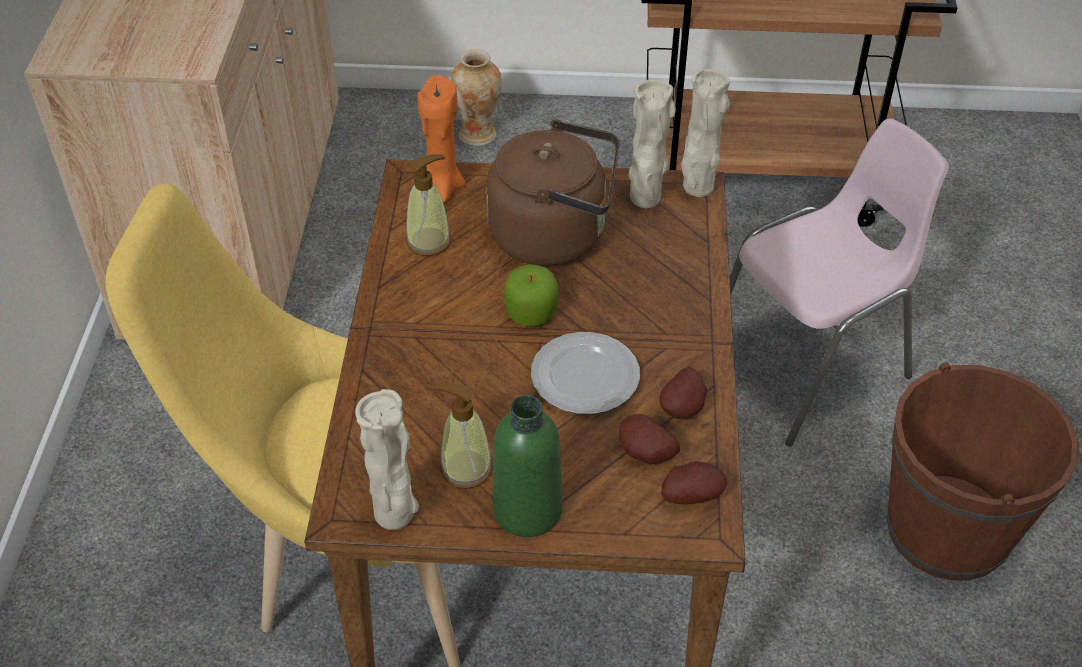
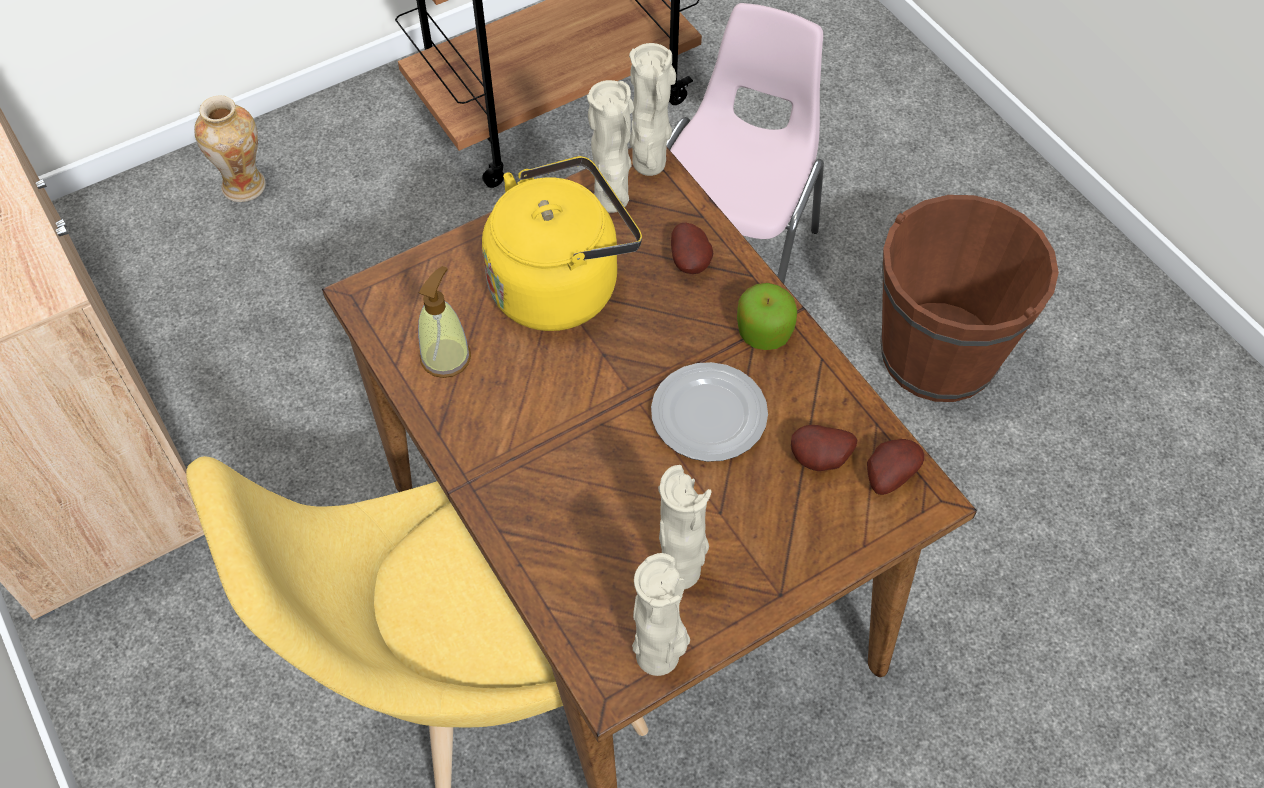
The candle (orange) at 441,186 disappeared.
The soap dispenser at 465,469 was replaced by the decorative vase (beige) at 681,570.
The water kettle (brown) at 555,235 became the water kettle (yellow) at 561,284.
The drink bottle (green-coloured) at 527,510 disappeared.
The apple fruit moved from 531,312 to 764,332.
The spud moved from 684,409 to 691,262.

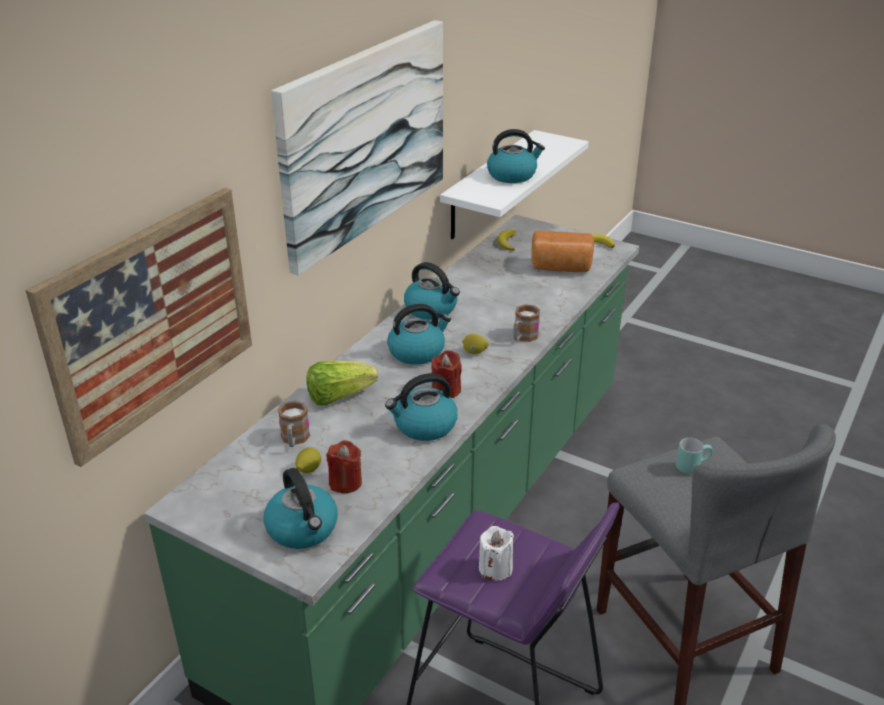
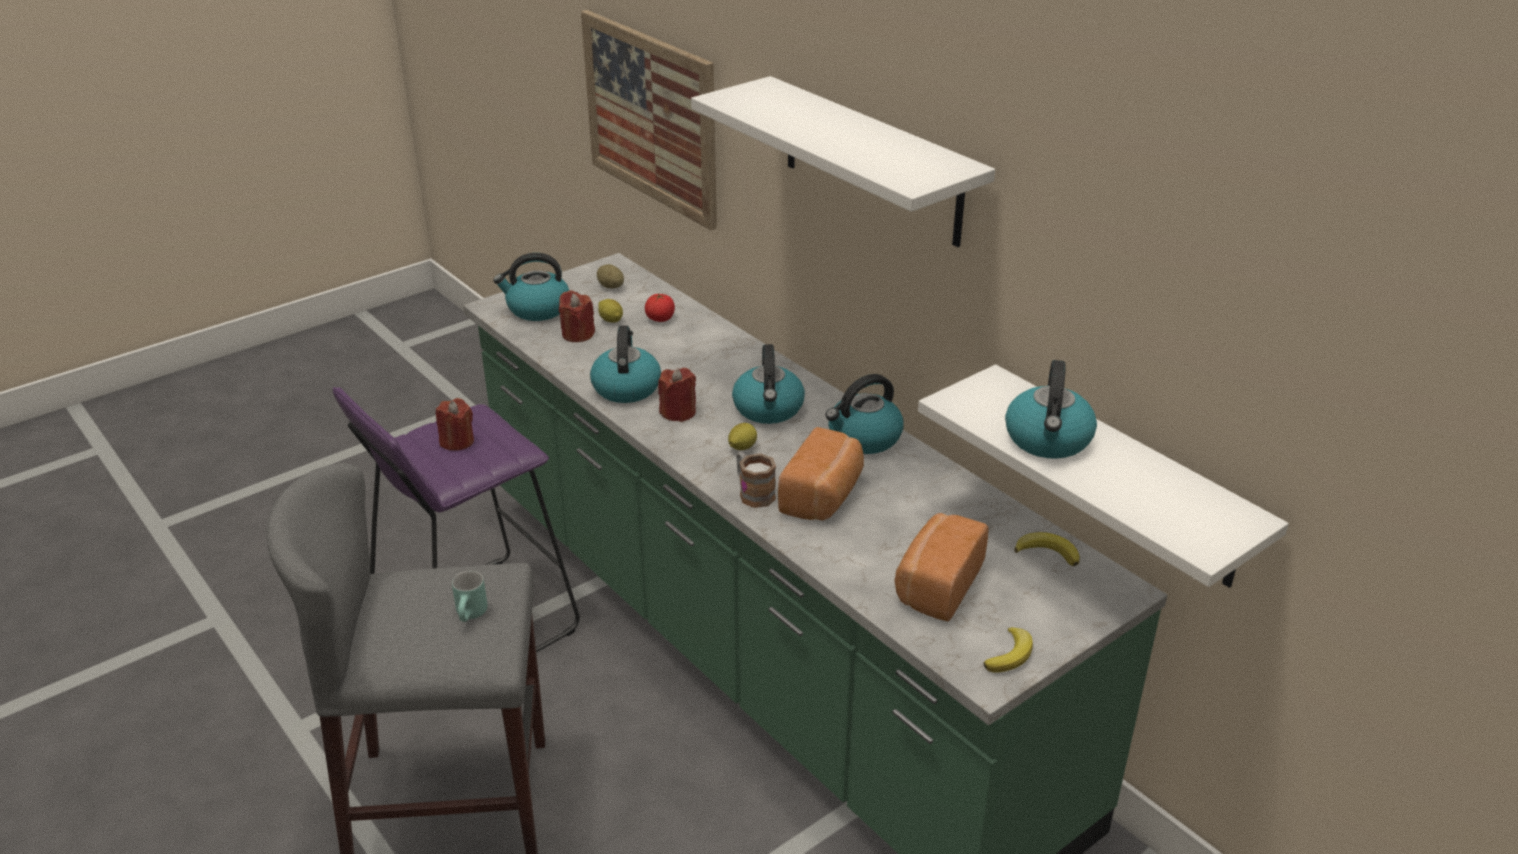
The wall picture at 365,140 was replaced by the wall shelf (white) at 871,161.
The coffee mug at 294,440 was replaced by the fresh tomato at 660,319.
The head of lettuce at 338,396 disappeared.
The candle (white) at 495,568 became the candle (red) at 457,441.
The spud at 611,287 appeared.
The bread at 823,496 appeared.

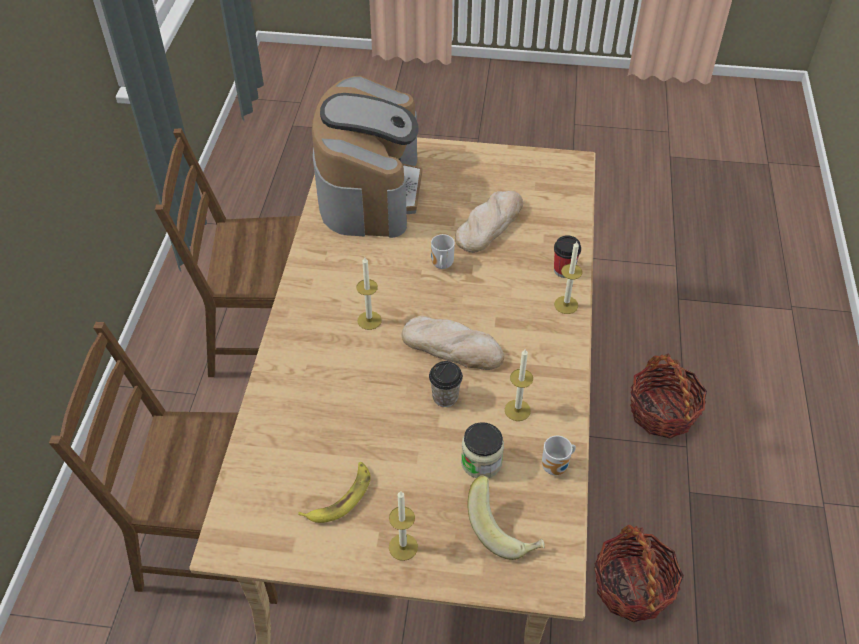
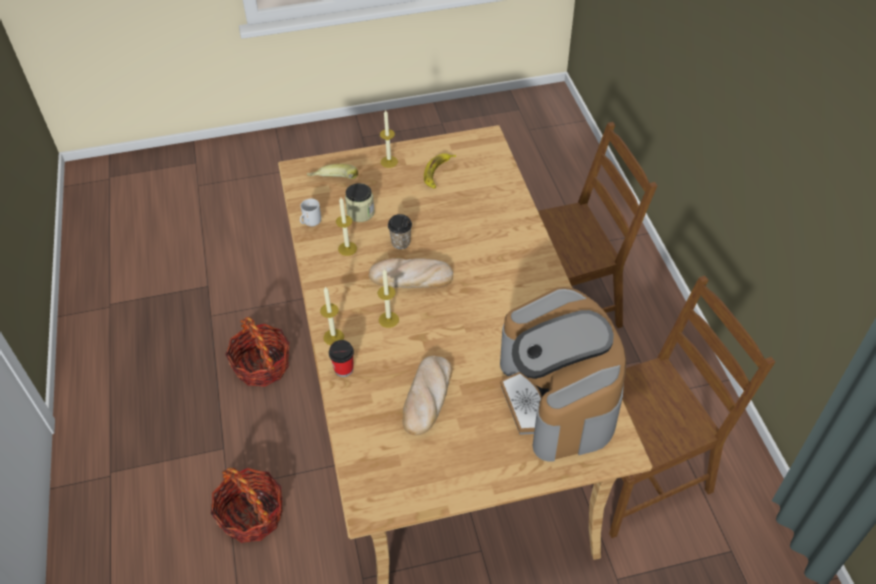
The candle moved from 369,320 to 388,319.
The coffee mug at 441,265 disappeared.

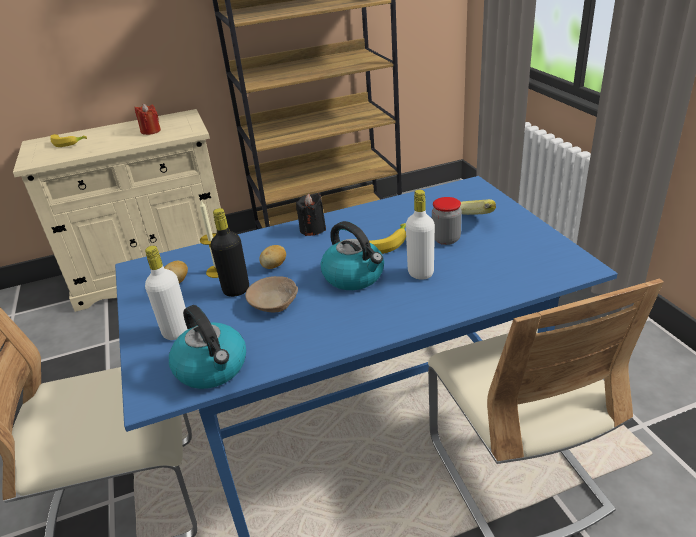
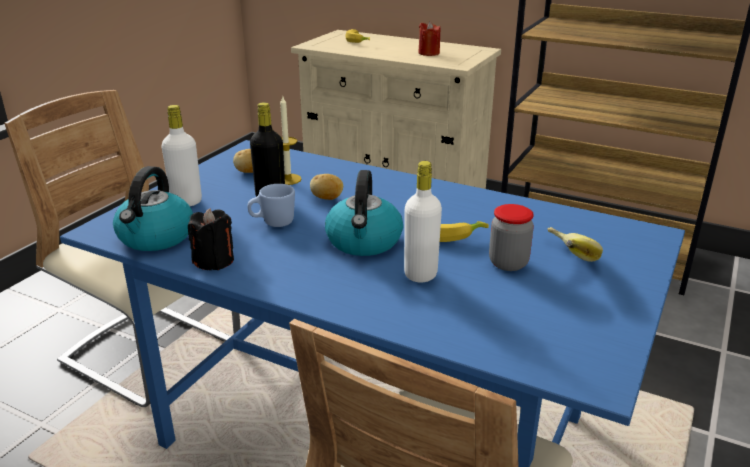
The serving bowl (beige) at 274,303 was replaced by the coffee mug (blue-coloured) at 273,223.
The candle (black-coloured) moved from 312,229 to 214,261.

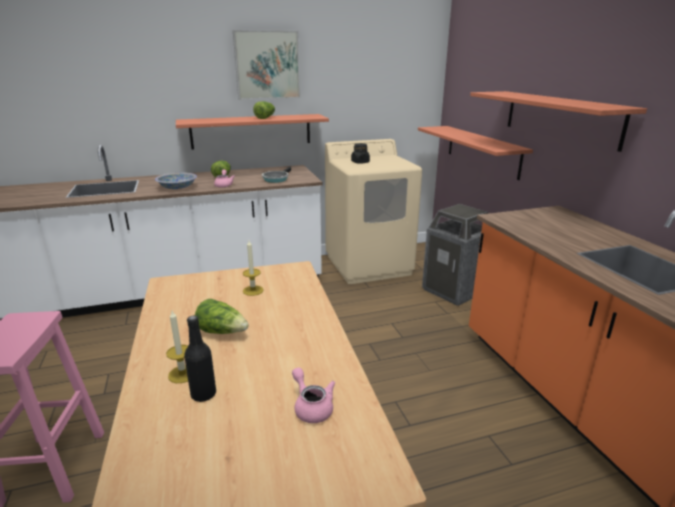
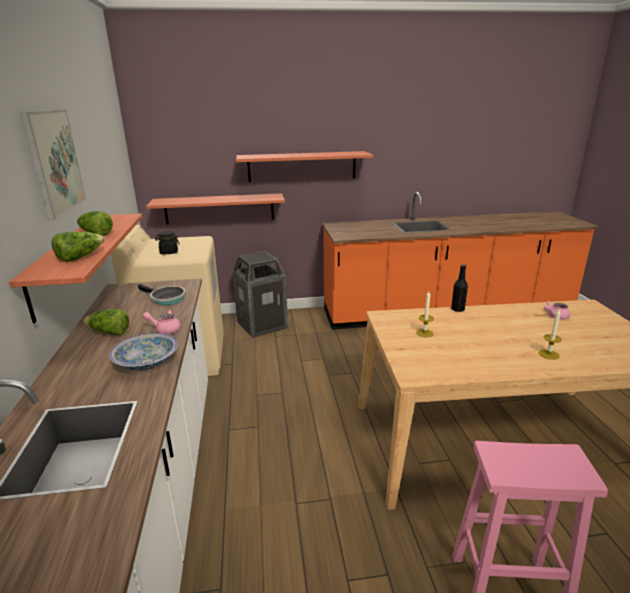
The drink bottle (black-coloured) moved from 203,394 to 457,309.
The head of lettuce moved from 222,331 to 80,257.

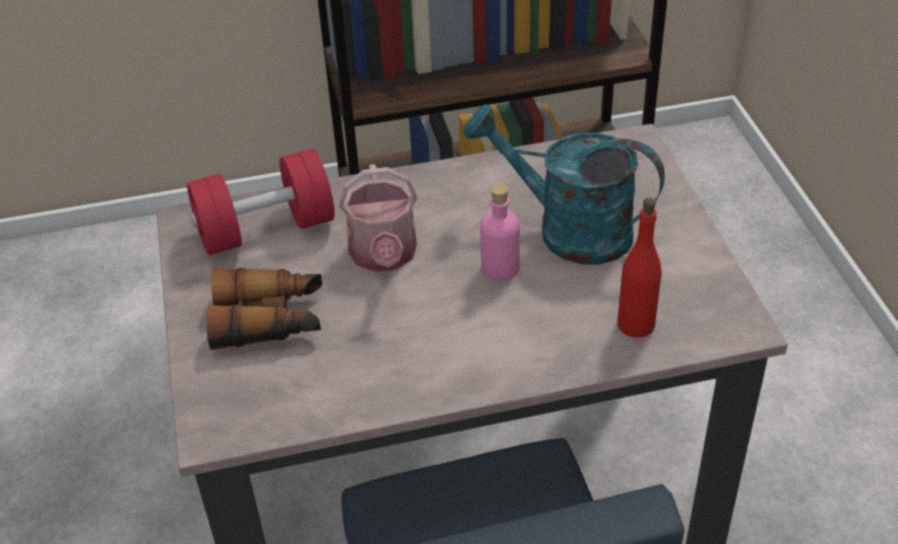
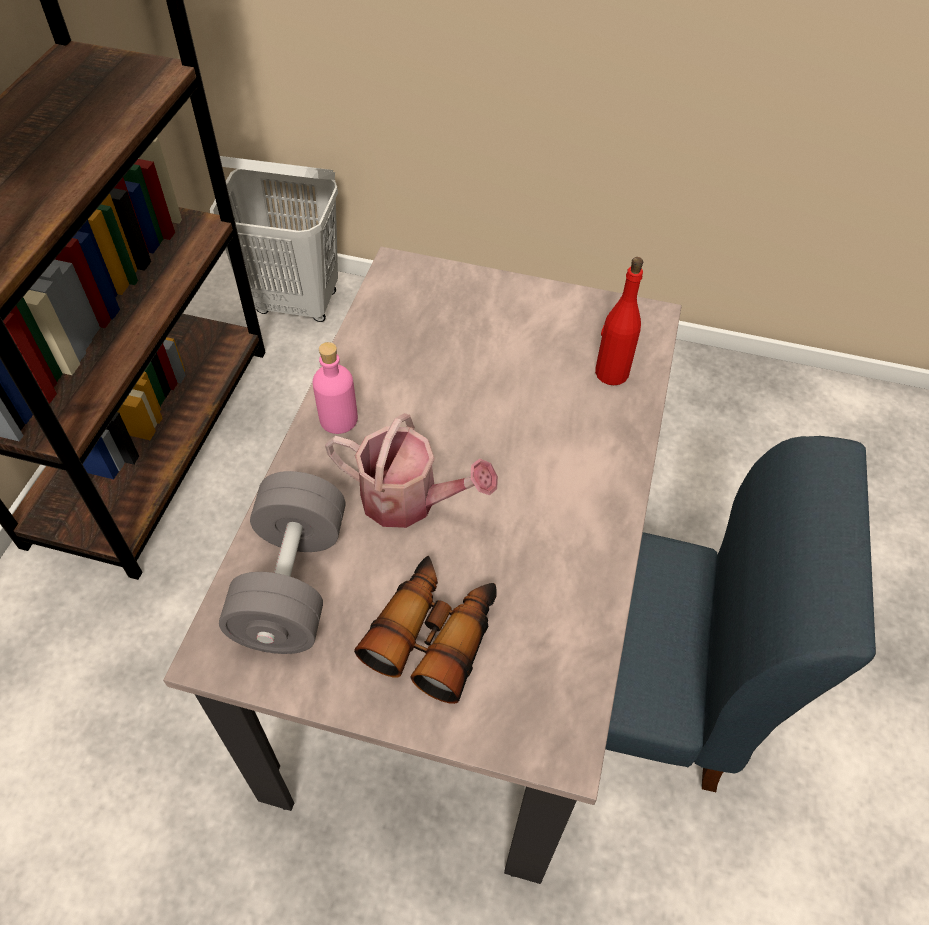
The free weight (red) at 266,229 became the free weight (gray) at 292,583.
The watering can (turquoise-coloured) at 568,230 disappeared.
The drink bottle (pinkish) moved from 500,268 to 338,419.
The washing basket (white) at 295,303 appeared.

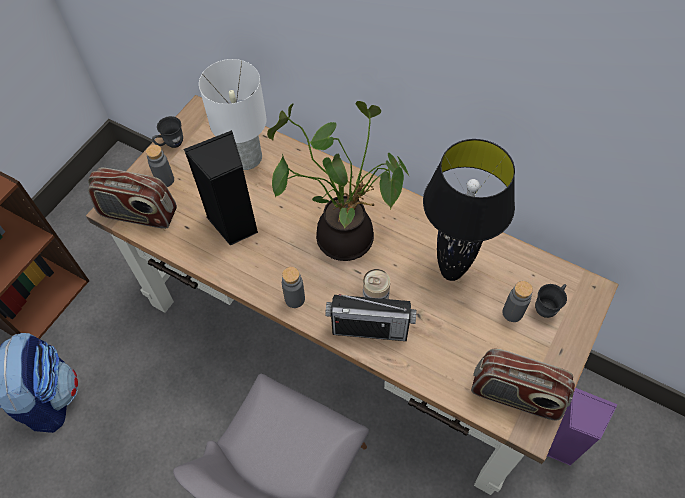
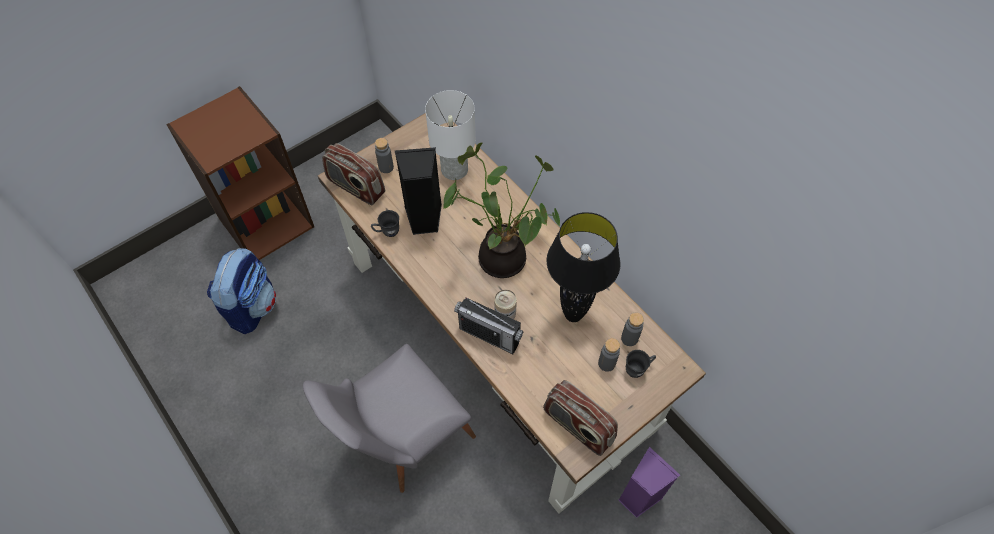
The coffee mug (gray) moved from 171,144 to 387,232.
The drink bottle (gray) moved from 295,299 to 629,338.

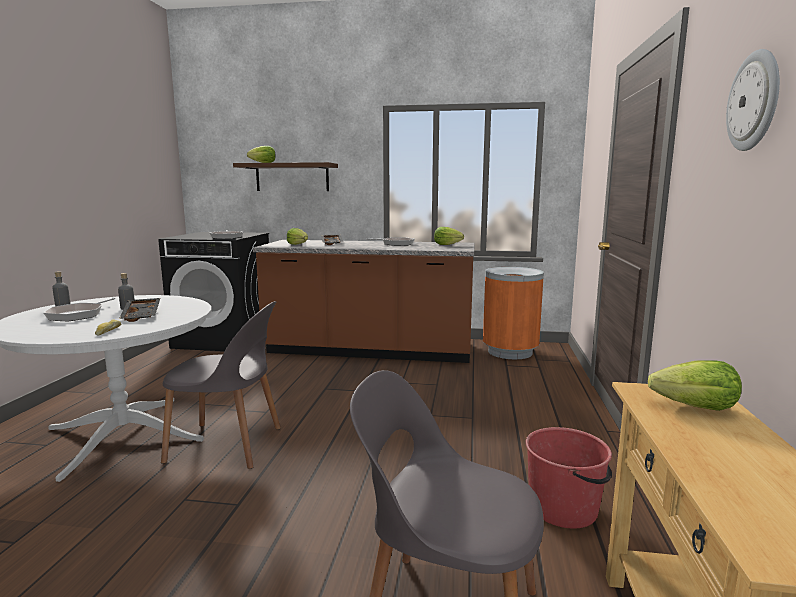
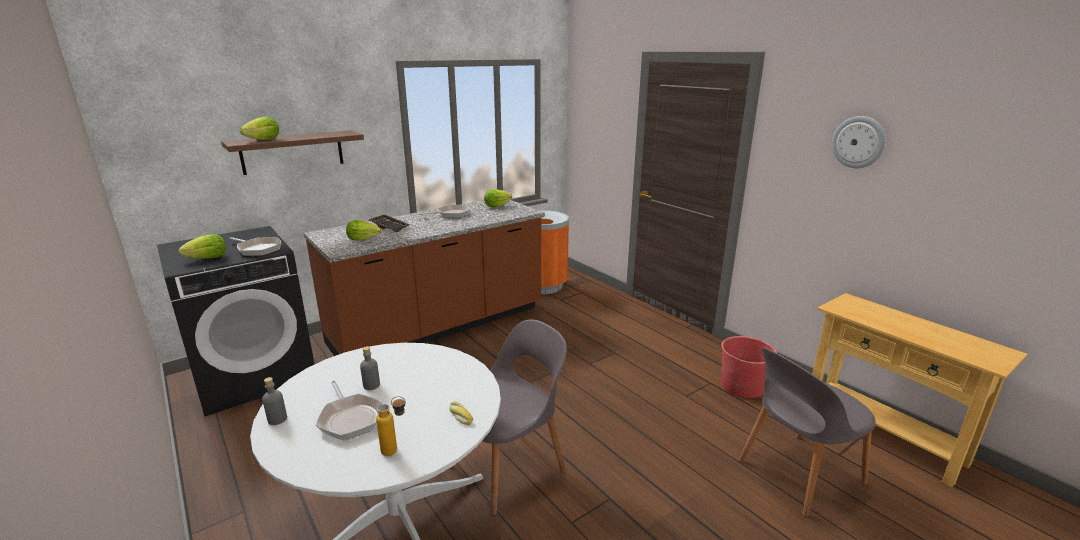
The serving tray (black-coloured) at 143,315 disappeared.
The head of lettuce moved from 695,407 to 208,258.
The drink bottle at 396,450 appeared.

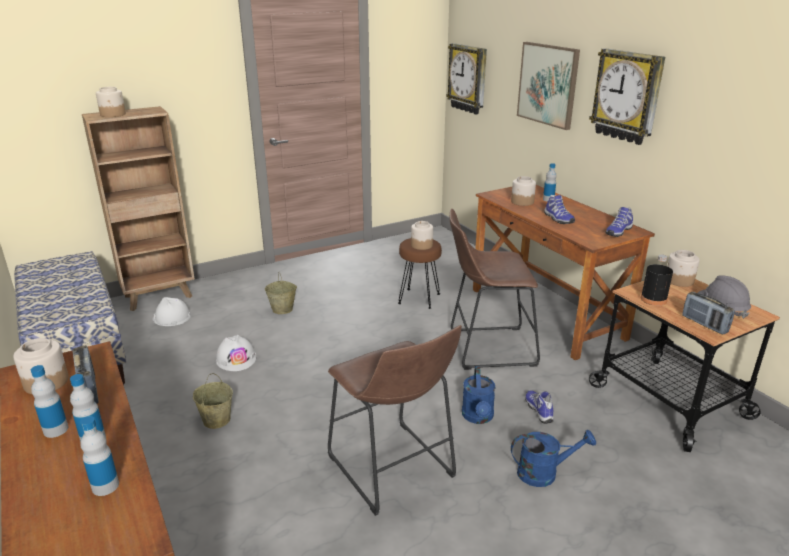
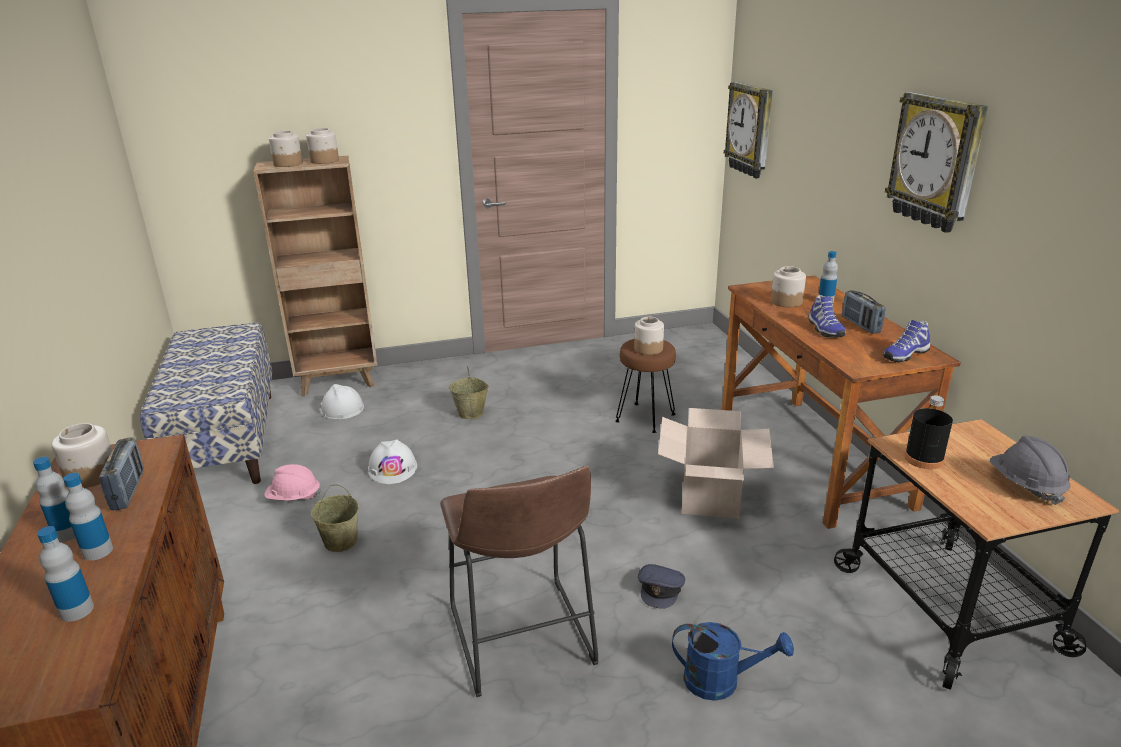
The stool seat (brown) at 486,347 was replaced by the carton at 709,495.
The watering can (blue-coloured) at 478,417 was replaced by the peaked cap (gray) at 660,589.
The wall picture at 548,84 disappeared.
The shoe at 539,410 disappeared.
The jar moved from 679,280 to 324,161.
The radio moved from 704,324 to 860,325.
The hard hat (pinkish) at 294,497 appeared.

